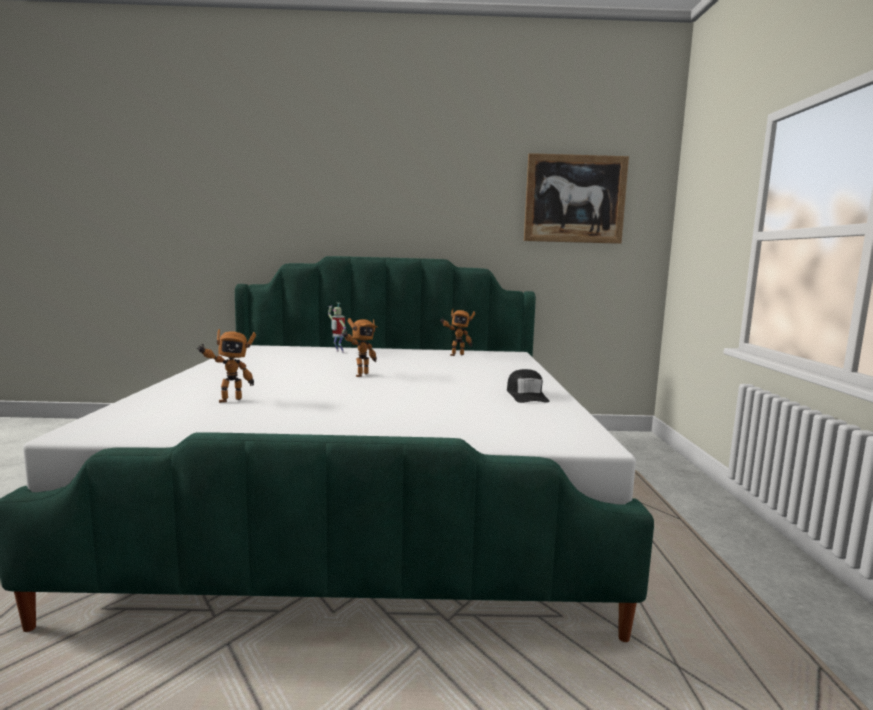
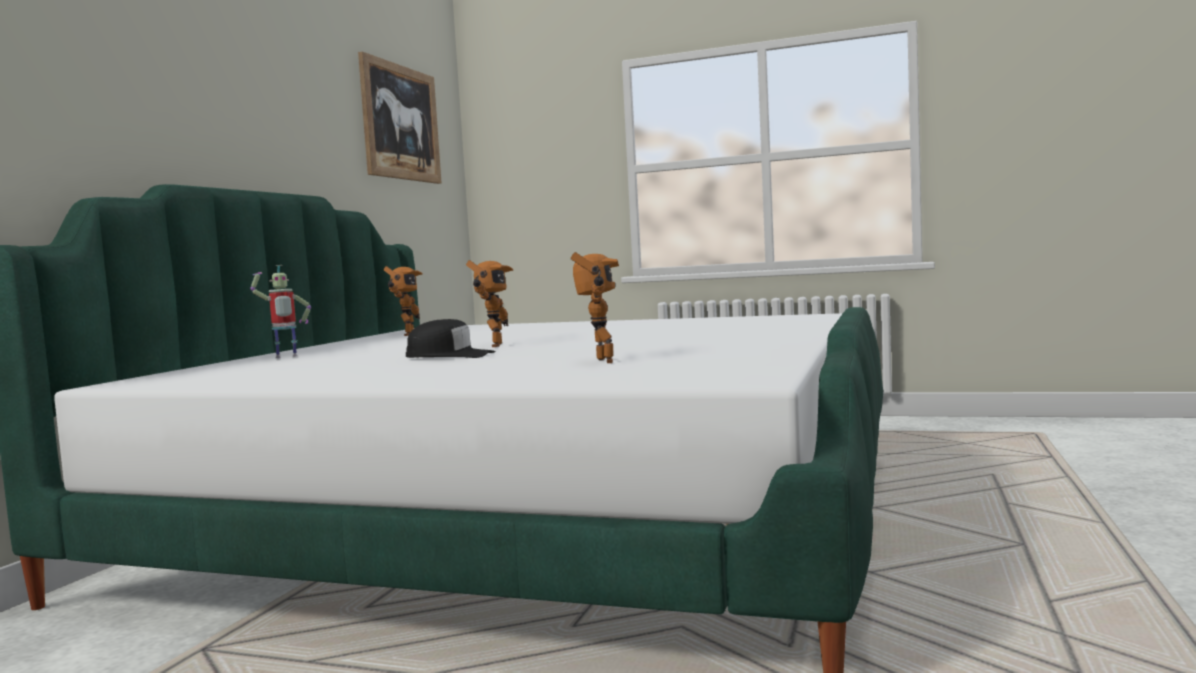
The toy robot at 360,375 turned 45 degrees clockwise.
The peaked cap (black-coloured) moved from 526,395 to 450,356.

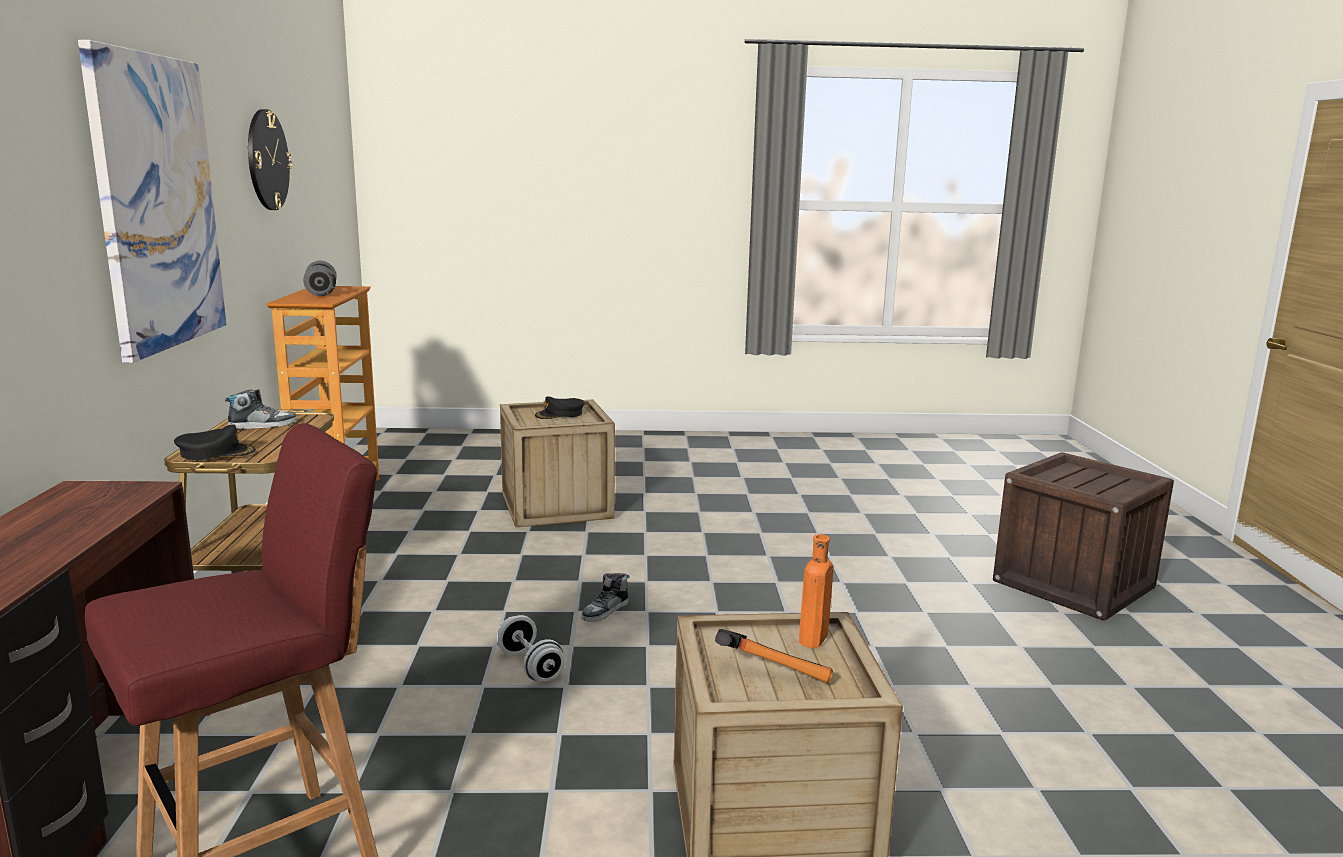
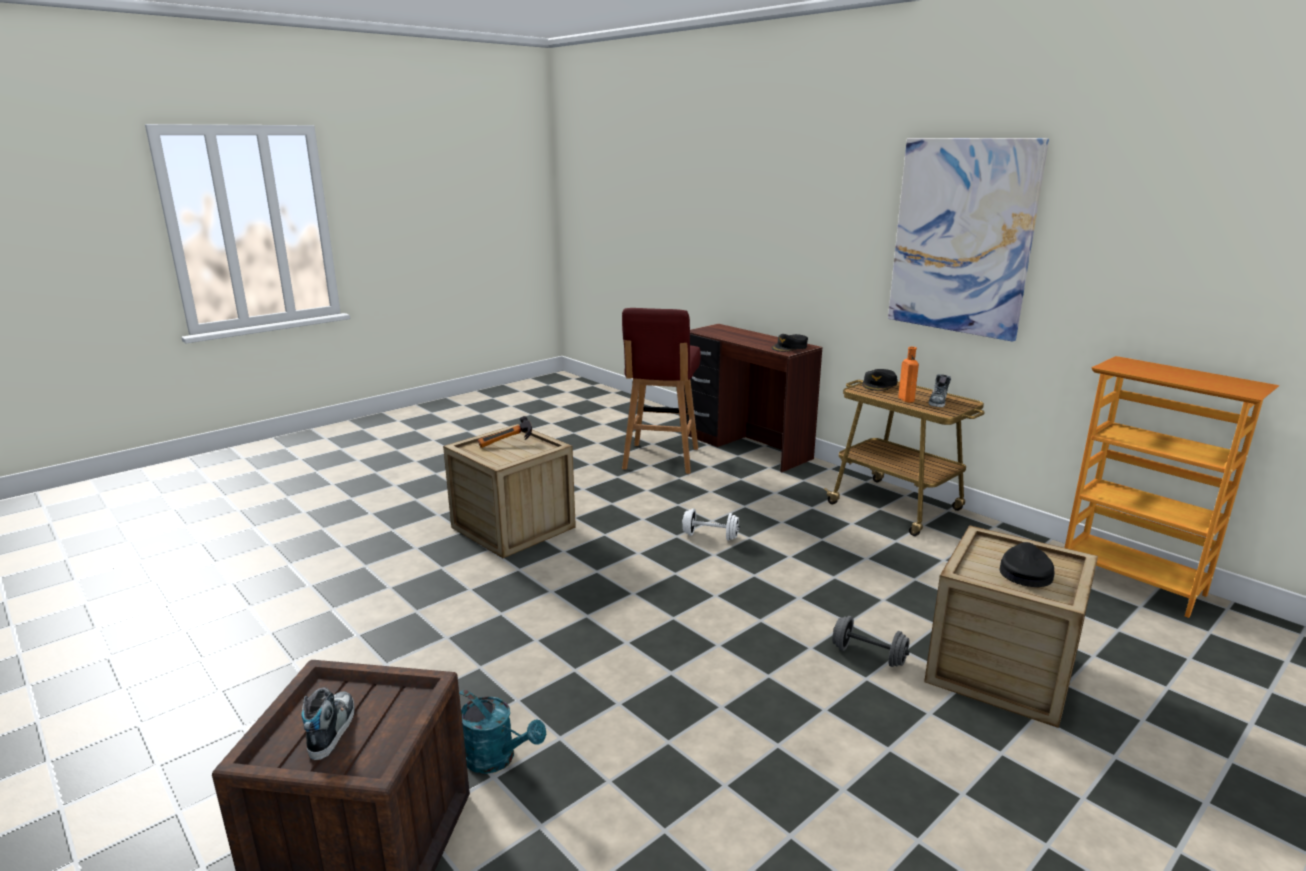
The hanging clock at 267,160 disappeared.
The free weight (gray) moved from 321,293 to 868,655.
The shoe moved from 605,611 to 331,729.
The drink bottle (orange) moved from 812,640 to 905,399.
The watering can (turquoise-coloured) at 497,759 appeared.
The peaked cap (black-coloured) at 790,347 appeared.

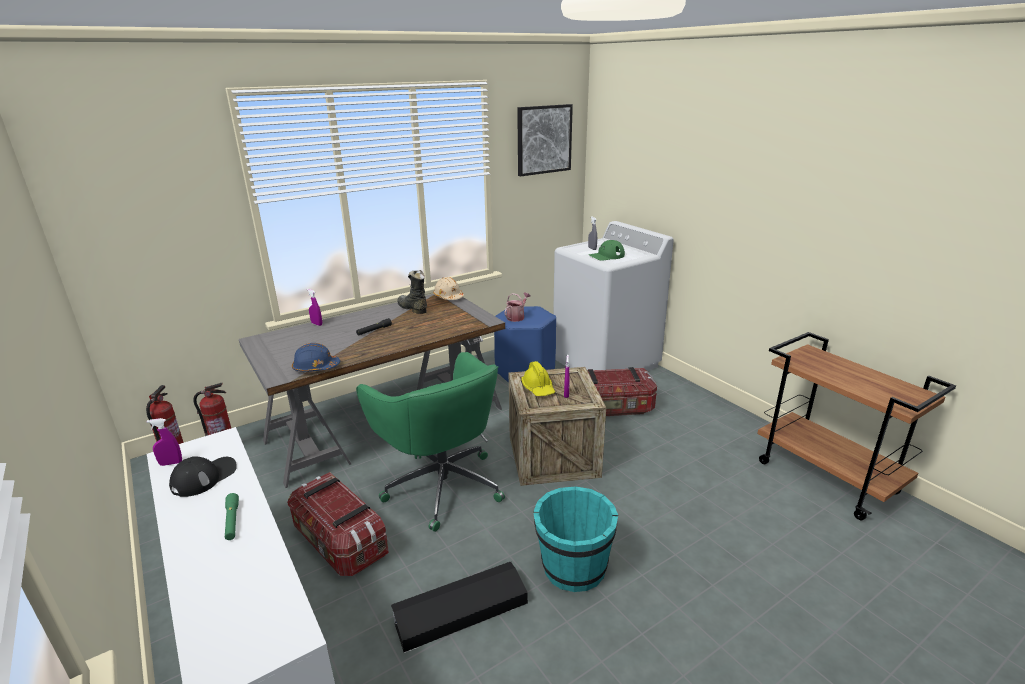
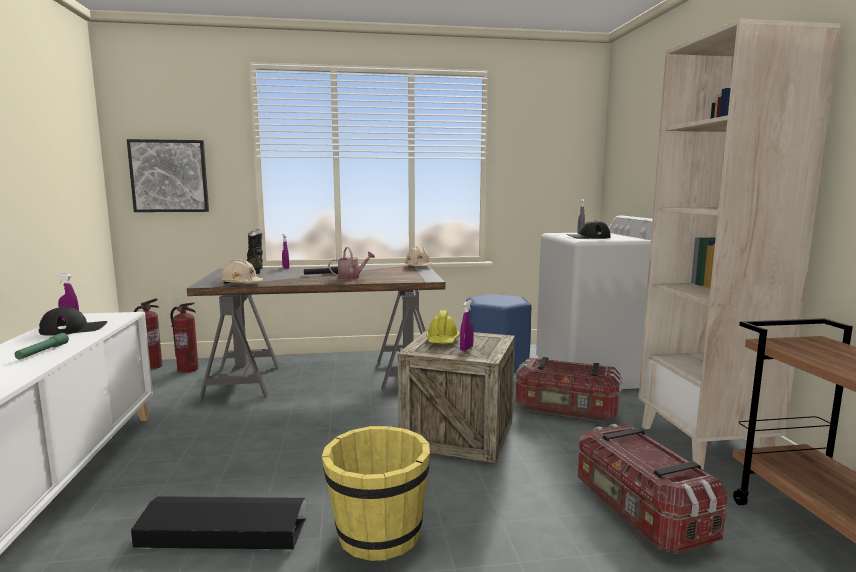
The storage container moved from 340,542 to 639,512.
The hard hat (blue-coloured) at 316,367 became the hard hat (beige) at 241,284.
The computer chair (green-coloured) at 442,484 disappeared.
The tall boot (black-coloured) moved from 412,308 to 254,271.
The watering can moved from 517,317 to 352,277.
The wall picture moved from 543,139 to 169,176.
The water bucket (turquoise-coloured) at 573,568 became the water bucket (yellow) at 378,534.
The peaked cap (green-coloured) at 606,256 became the peaked cap (black-coloured) at 588,237.
The bookcase (beige) at 704,445 appeared.

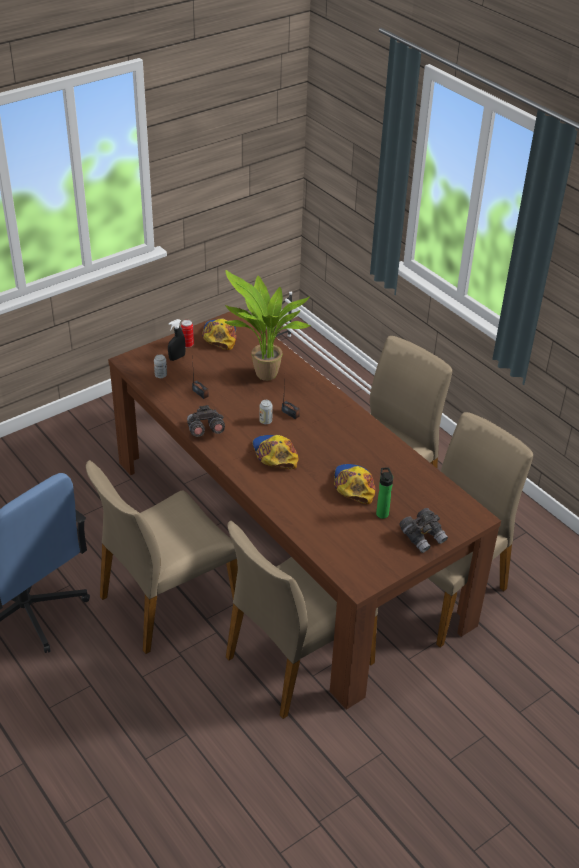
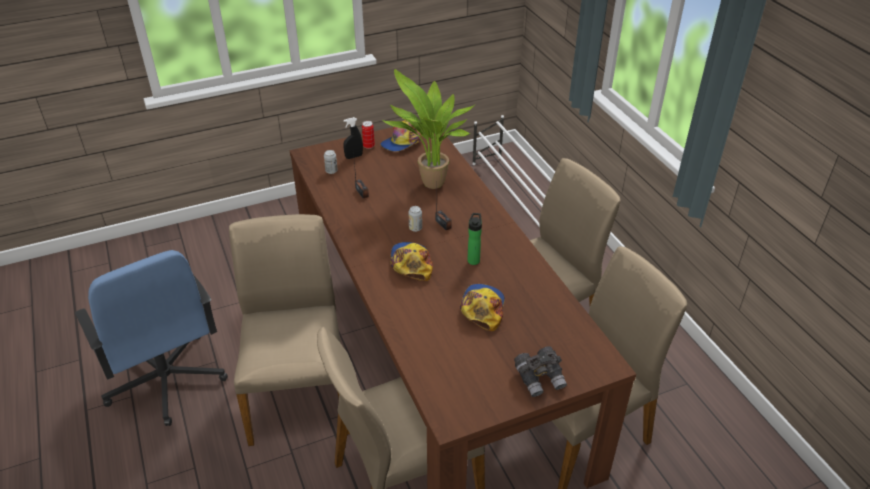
The upright chair (beige) at 167,600 turned 105 degrees clockwise.
The field glasses (gray) at 205,430 disappeared.
The peaked cap at 220,336 turned 150 degrees counterclockwise.
The drink bottle moved from 382,512 to 473,259.

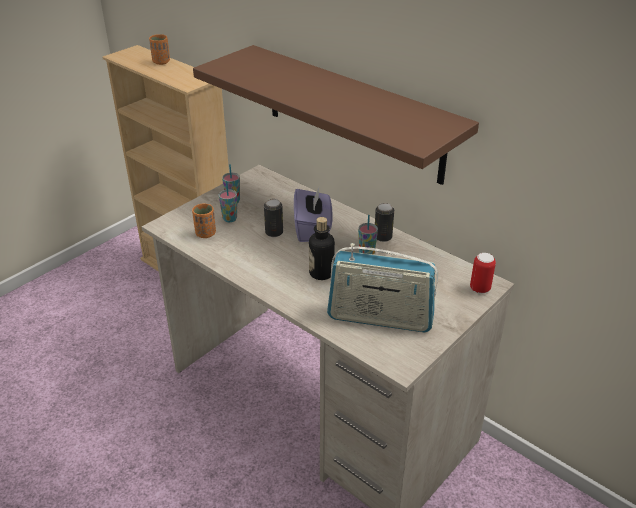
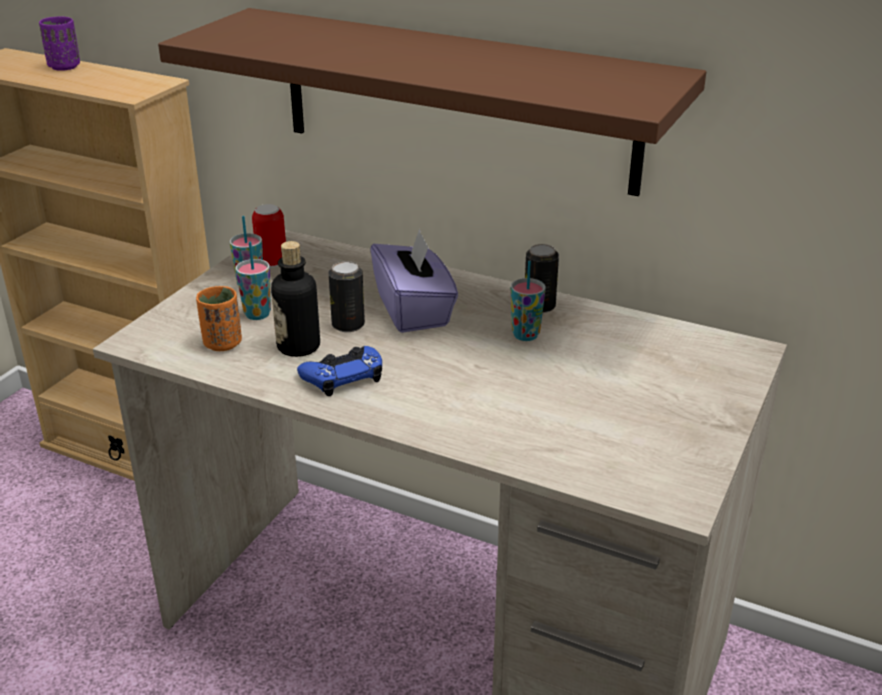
The cup (orange) at 161,62 became the cup (purple-coloured) at 64,67.
The drink bottle moved from 321,273 to 298,346.
The radio at 380,318 disappeared.
The sealed can moved from 480,288 to 272,263.
The game controller (blue-coloured) at 343,376 appeared.

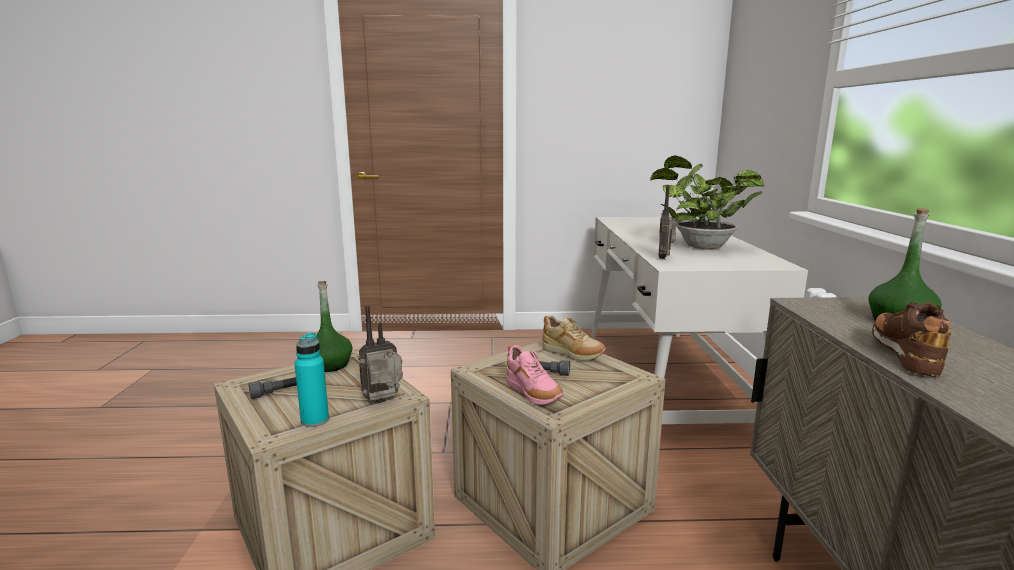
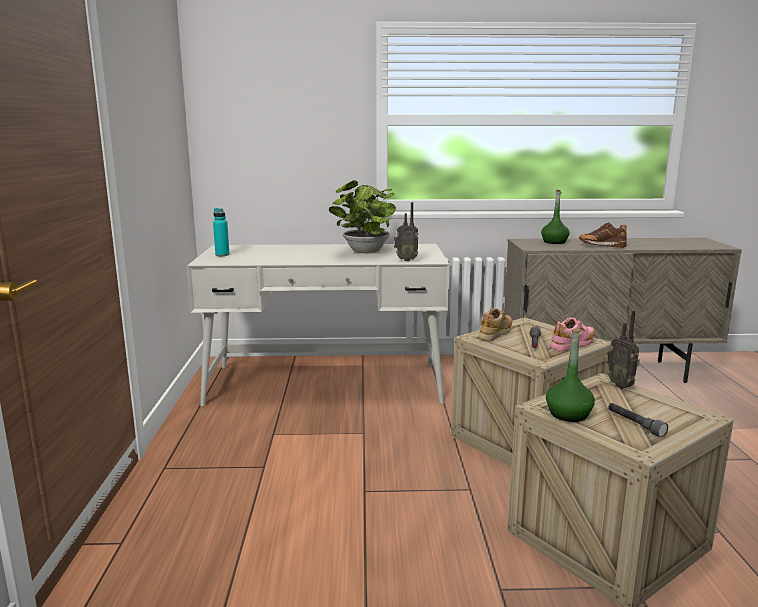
The drink bottle (turquoise-coloured) moved from 315,420 to 222,255.

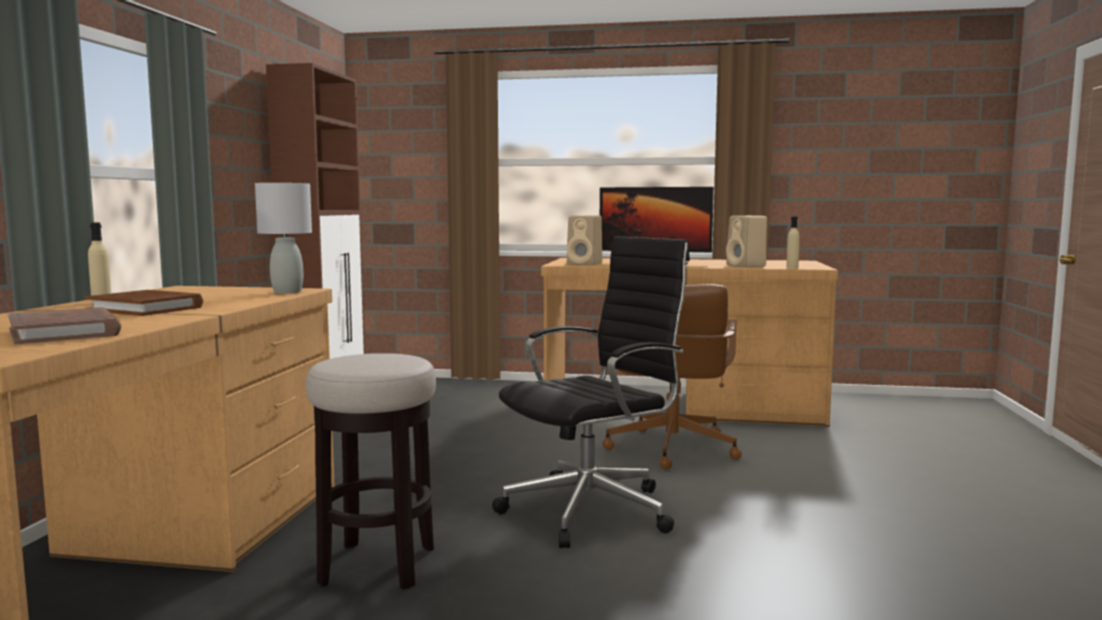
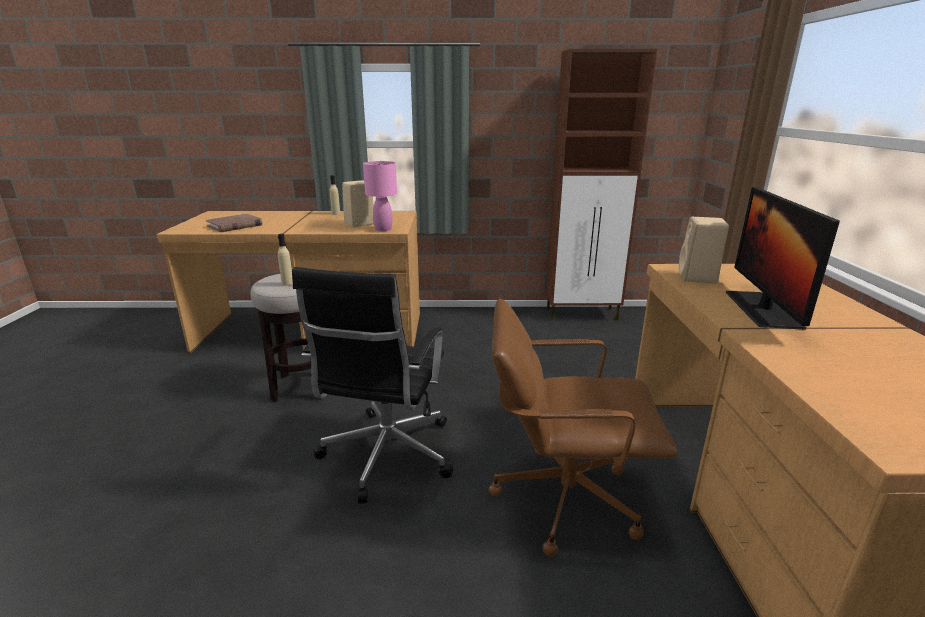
The volume (brown) at 146,308 disappeared.
The table lamp (gray) at 287,292 became the table lamp (pinkish) at 383,229.
The computer chair (black-coloured) at 593,509 turned 60 degrees clockwise.
The loudspeaker (beige) moved from 747,266 to 359,224.
The drink bottle (beige) moved from 792,268 to 287,283.

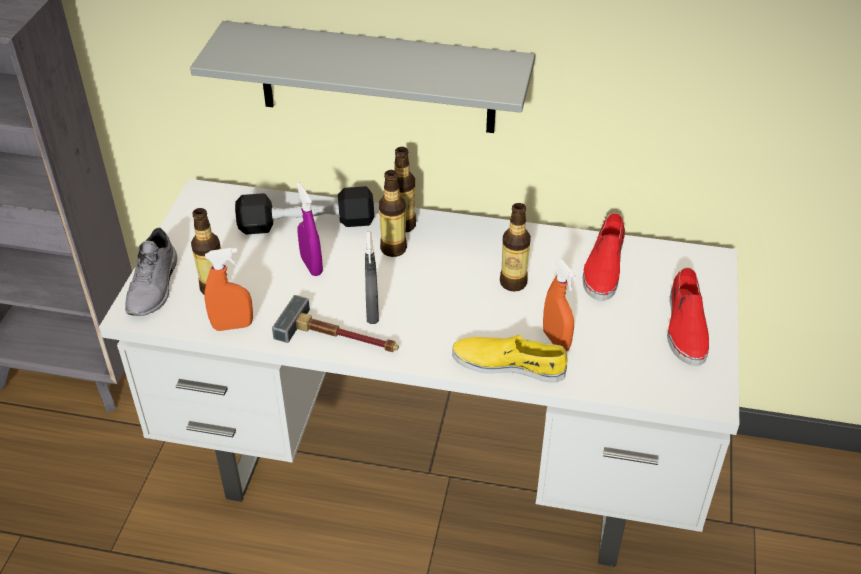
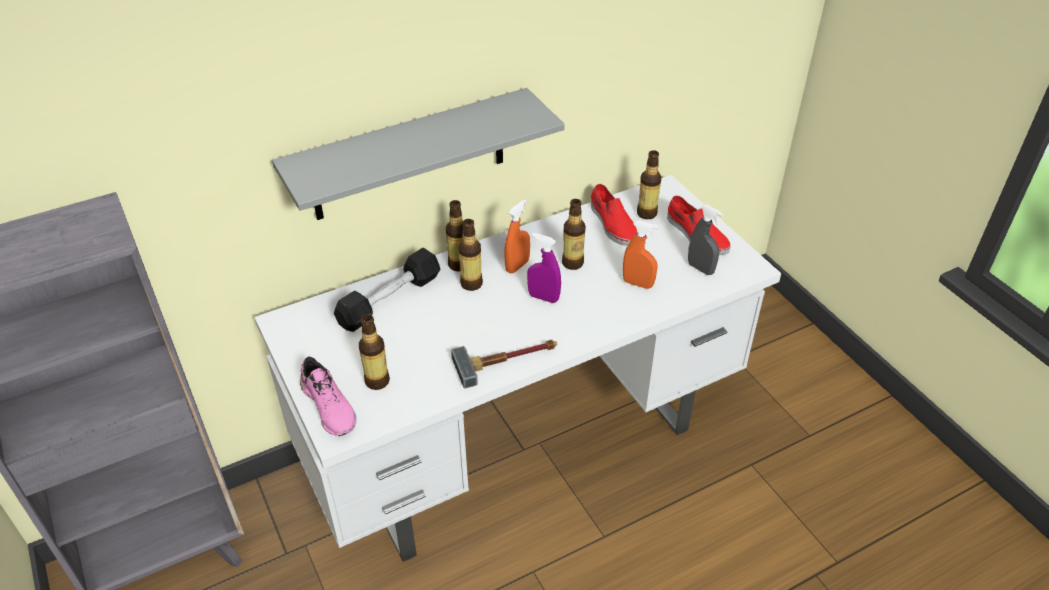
The shoe (gray) at 155,287 became the shoe (pinkish) at 330,406.
The spray bottle (orange) moved from 232,326 to 517,266.
The spray bottle (purple-coloured) moved from 311,266 to 543,297.
The spray bottle (gray) moved from 372,312 to 700,268.
The shoe (yellow) at 509,364 disappeared.
The drink bottle at 646,213 appeared.

